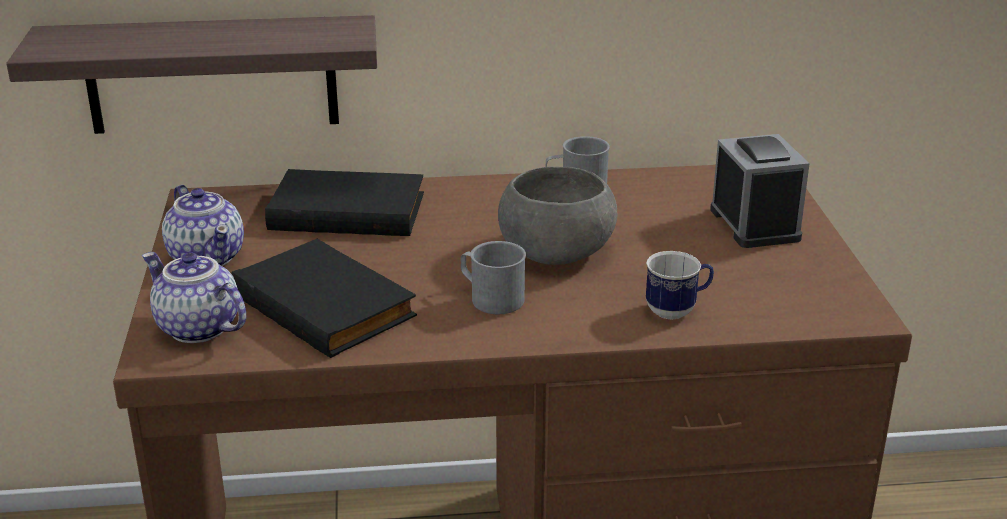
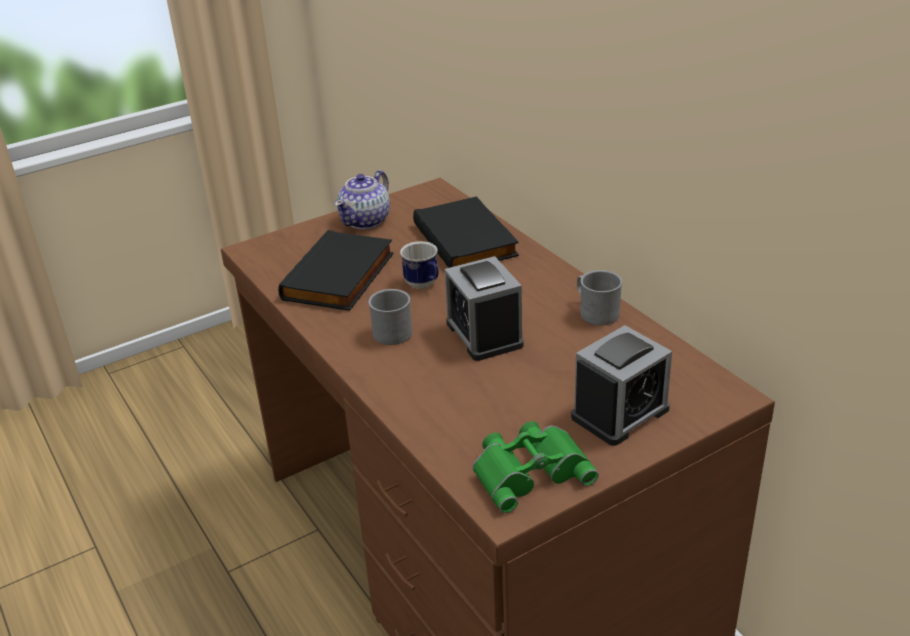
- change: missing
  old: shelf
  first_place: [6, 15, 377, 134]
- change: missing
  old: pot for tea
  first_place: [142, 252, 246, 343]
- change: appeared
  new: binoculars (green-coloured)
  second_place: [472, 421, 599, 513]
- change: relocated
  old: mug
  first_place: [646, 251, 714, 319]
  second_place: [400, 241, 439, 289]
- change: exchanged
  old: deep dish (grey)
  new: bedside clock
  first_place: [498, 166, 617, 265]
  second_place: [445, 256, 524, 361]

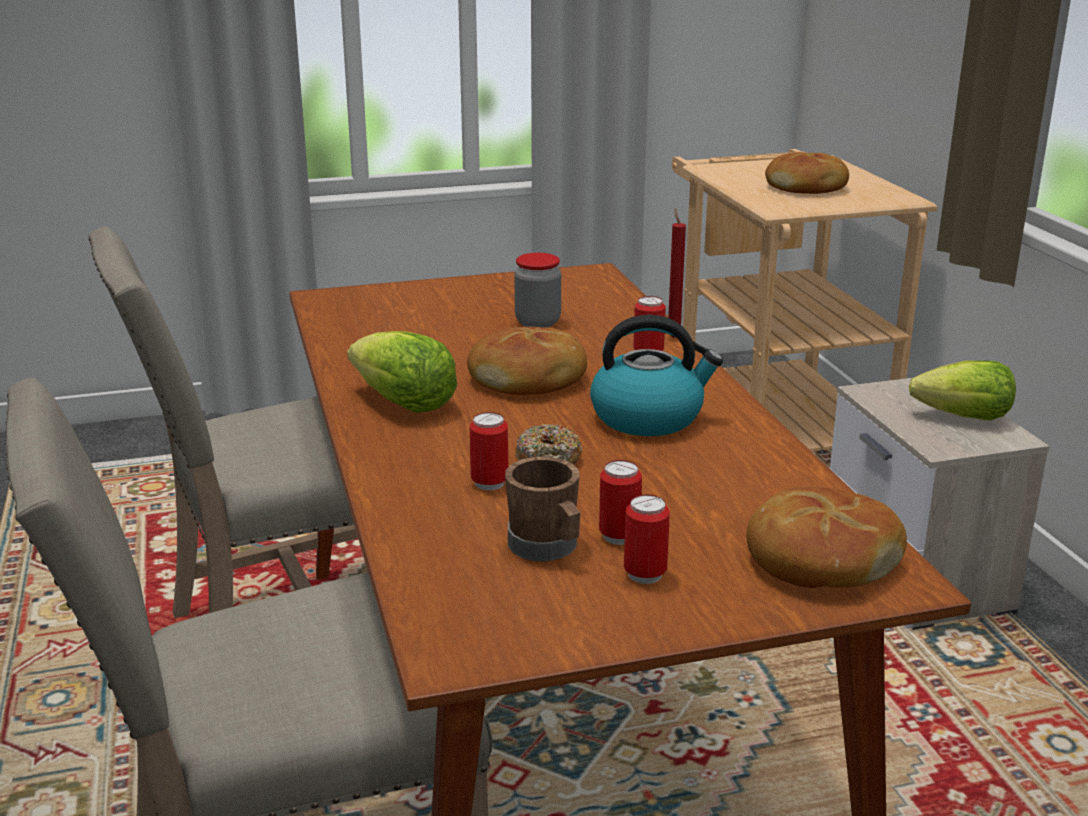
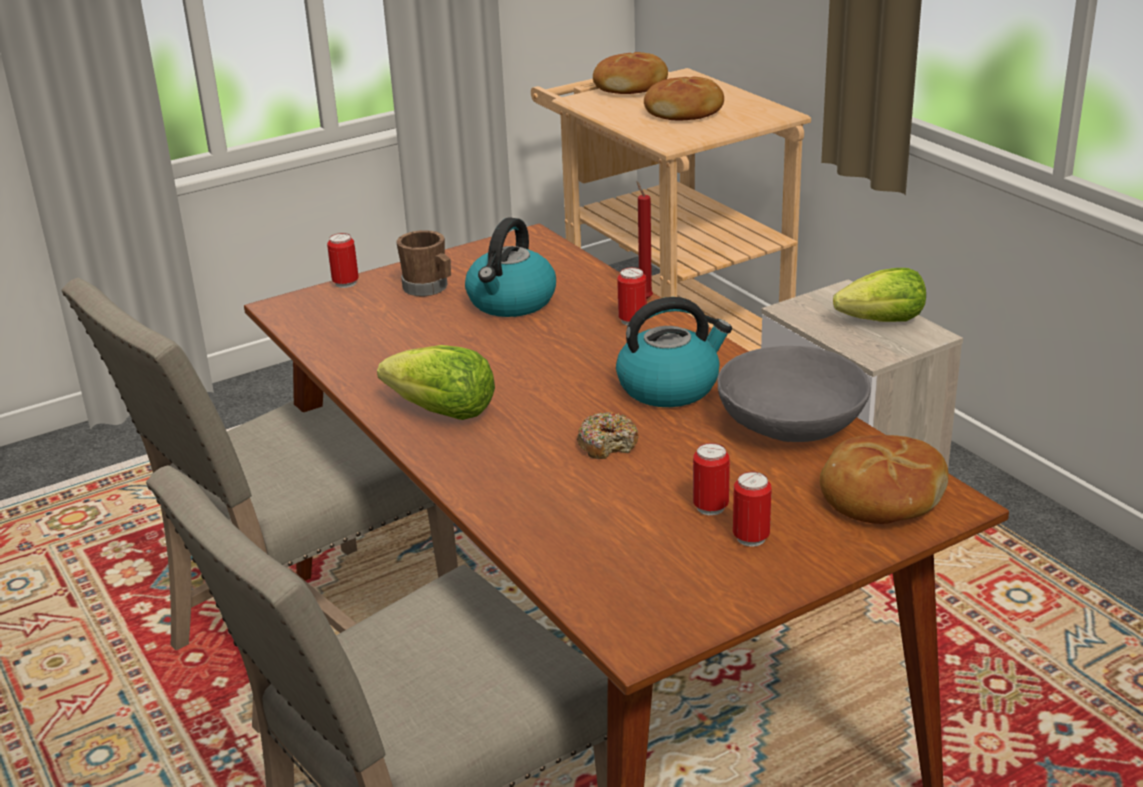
- change: appeared
  new: deep dish (grey)
  second_place: [717, 346, 871, 442]
- change: relocated
  old: bakery bread
  first_place: [467, 327, 587, 395]
  second_place: [593, 52, 668, 94]
- change: relocated
  old: can
  first_place: [469, 412, 508, 490]
  second_place: [327, 233, 359, 288]
- change: relocated
  old: mug (brown-coloured)
  first_place: [505, 457, 580, 561]
  second_place: [396, 230, 451, 296]
- change: exchanged
  old: jar
  new: water kettle
  first_place: [514, 253, 561, 328]
  second_place: [465, 217, 556, 317]

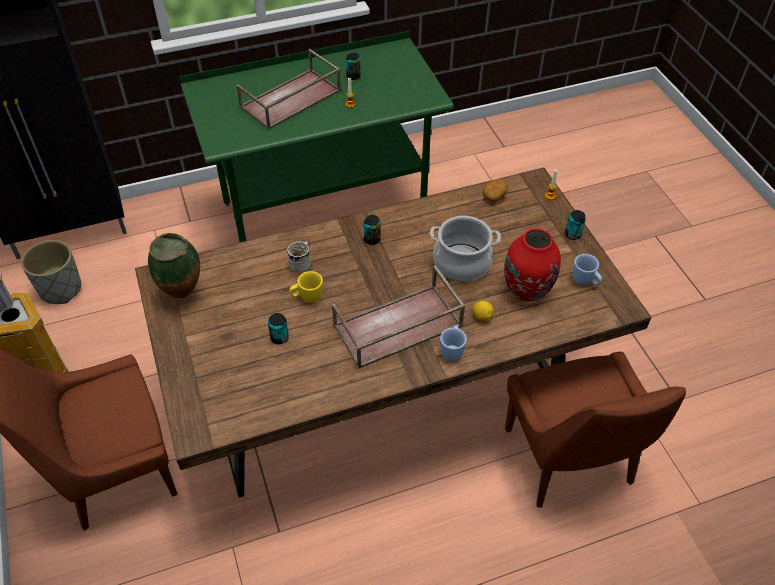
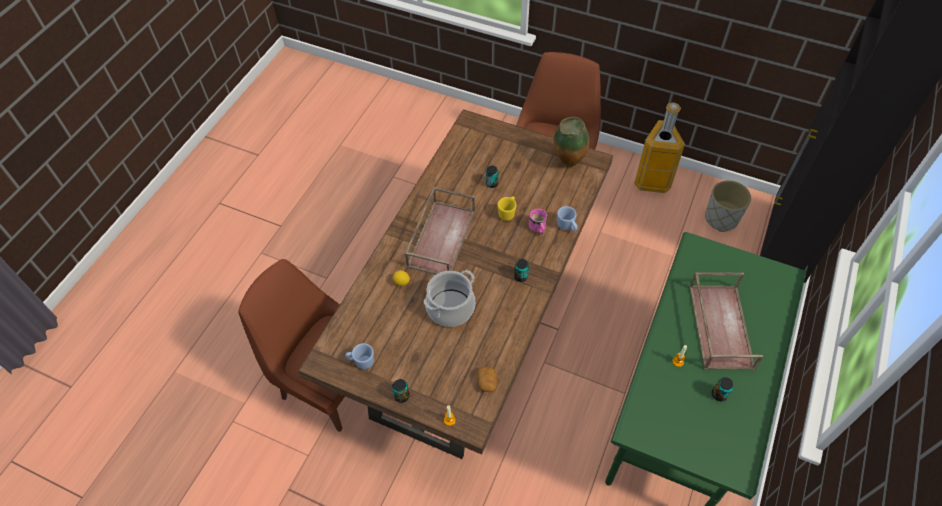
- change: missing
  old: vase (reddish)
  first_place: [504, 228, 561, 301]
- change: relocated
  old: mug (blue-coloured)
  first_place: [440, 325, 467, 361]
  second_place: [557, 206, 577, 231]
- change: colour
  old: mug (whitish)
  new: mug (pink)
  first_place: [287, 241, 311, 272]
  second_place: [529, 208, 547, 234]

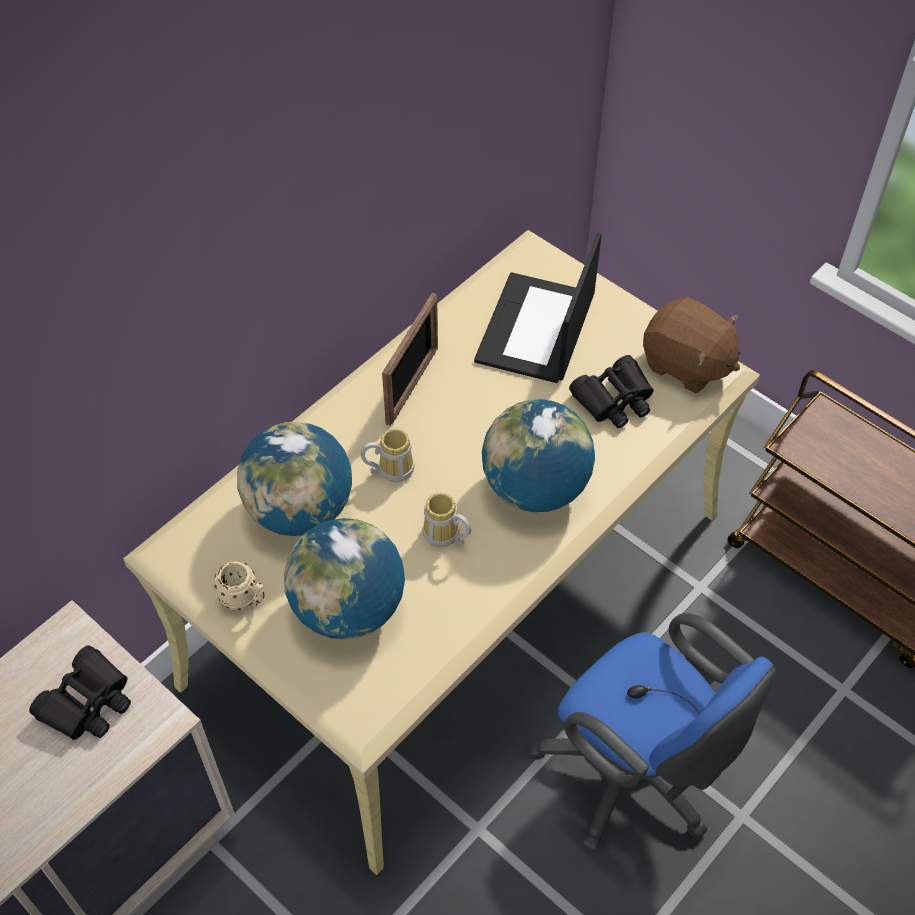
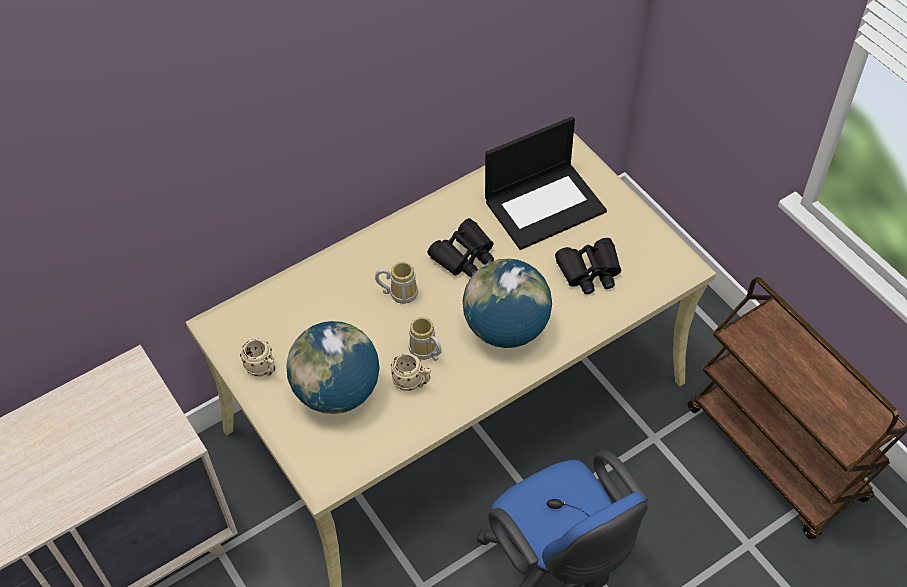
- change: missing
  old: world globe
  first_place: [237, 421, 352, 536]
- change: missing
  old: picture frame
  first_place: [382, 293, 438, 426]
- change: missing
  old: plush toy (brown-coloured)
  first_place: [643, 297, 740, 393]
- change: appeared
  new: mug (beige-coloured)
  second_place: [391, 353, 431, 391]
- change: relocated
  old: binoculars (black-coloured)
  first_place: [29, 645, 131, 740]
  second_place: [427, 218, 494, 277]
- change: spun
  old: laptop
  first_place: [474, 232, 602, 383]
  second_place: [485, 116, 607, 250]
  degrees: -150

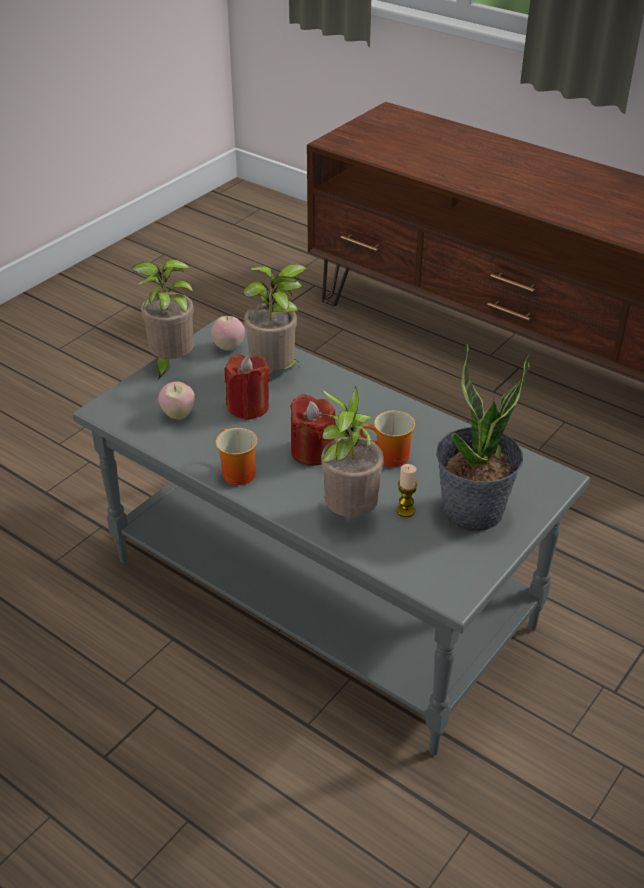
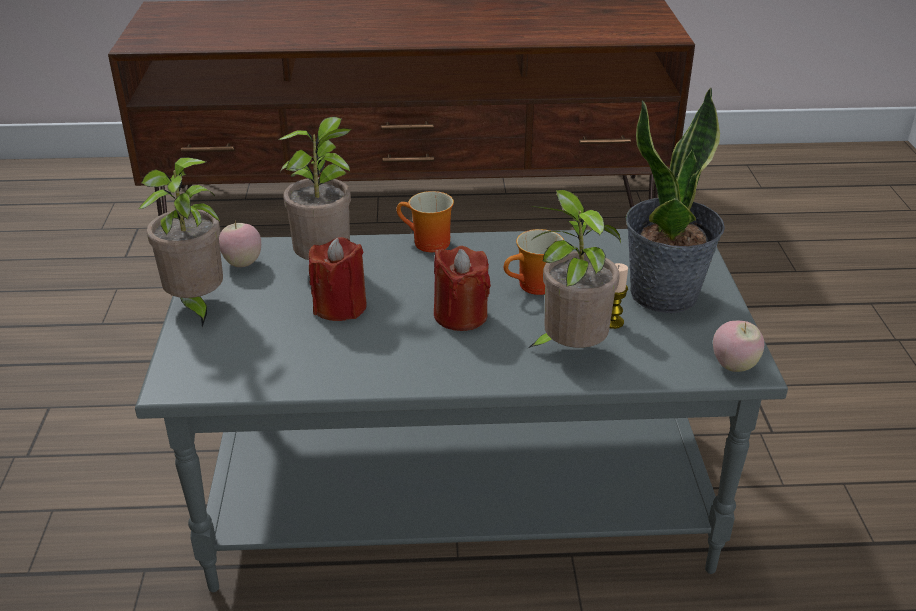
- change: relocated
  old: apple
  first_place: [158, 382, 195, 419]
  second_place: [713, 321, 764, 372]
- change: relocated
  old: mug
  first_place: [215, 428, 258, 485]
  second_place: [397, 191, 454, 252]

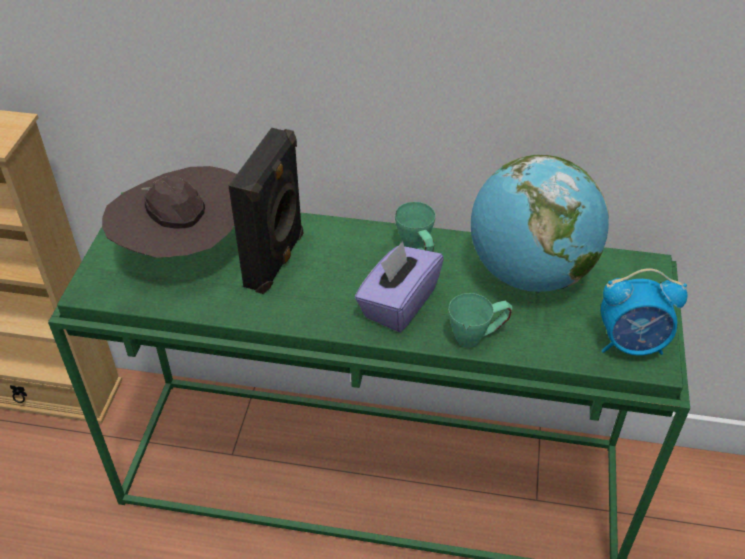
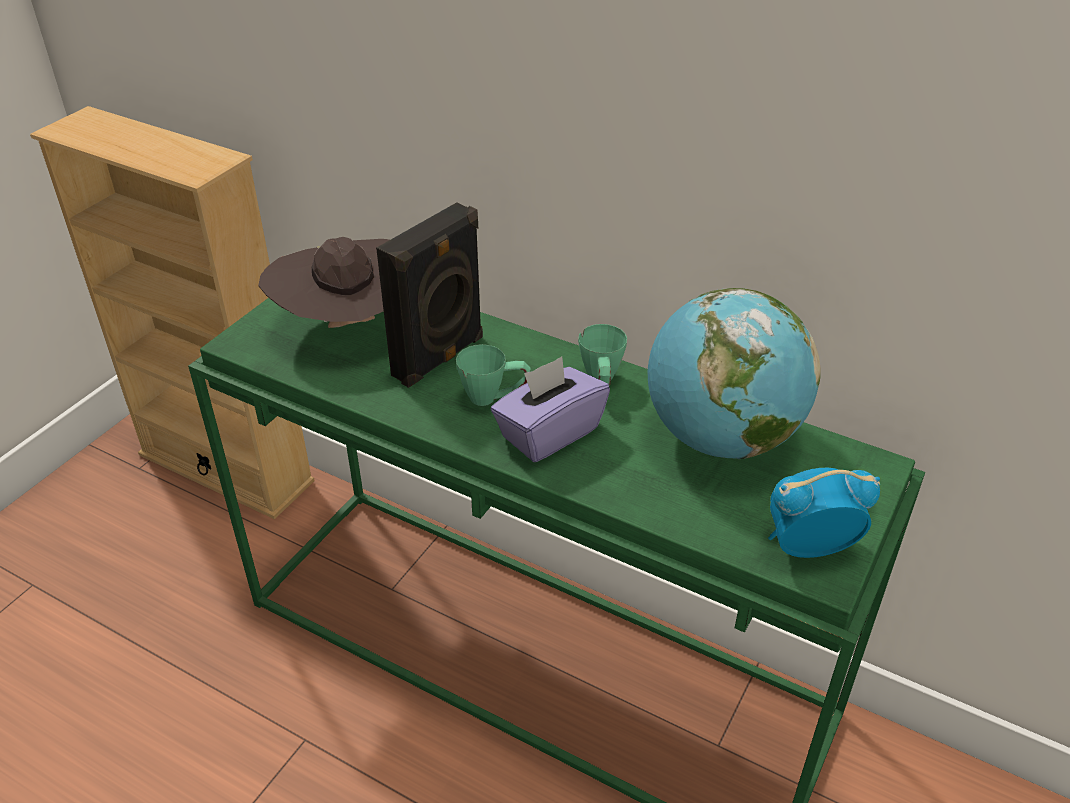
- change: relocated
  old: mug (green-coloured)
  first_place: [448, 293, 512, 348]
  second_place: [456, 344, 531, 406]
- change: spun
  old: bedside clock
  first_place: [601, 268, 687, 356]
  second_place: [768, 468, 880, 558]
  degrees: 150

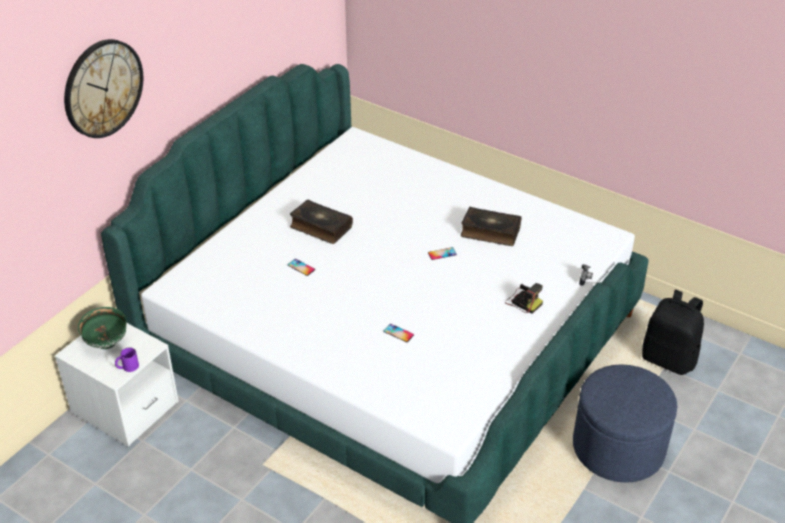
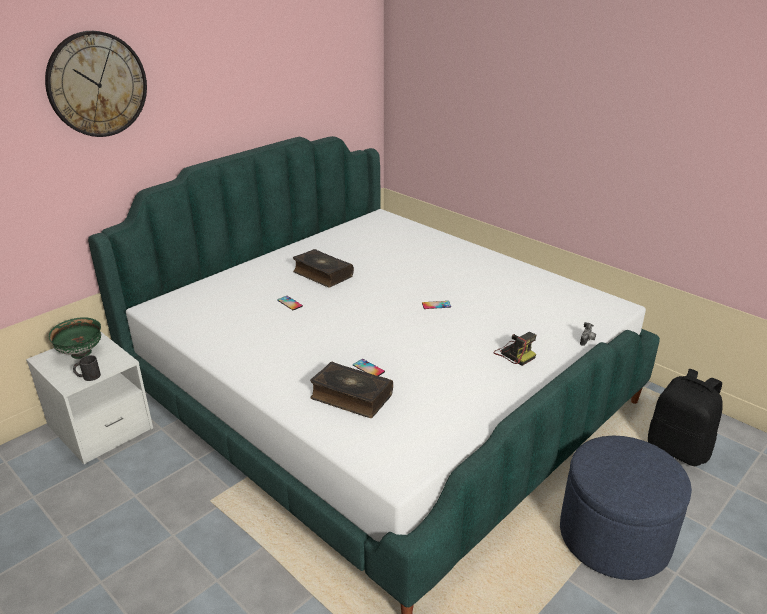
- change: relocated
  old: bound book
  first_place: [461, 207, 521, 246]
  second_place: [310, 362, 393, 418]
- change: colour
  old: mug (purple)
  new: mug (black-coloured)
  first_place: [115, 347, 139, 372]
  second_place: [73, 355, 101, 381]

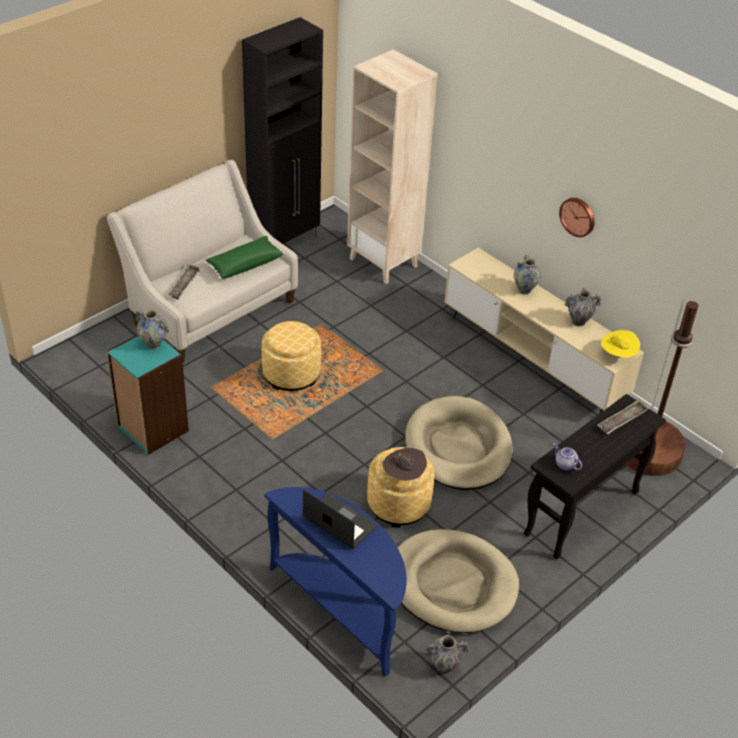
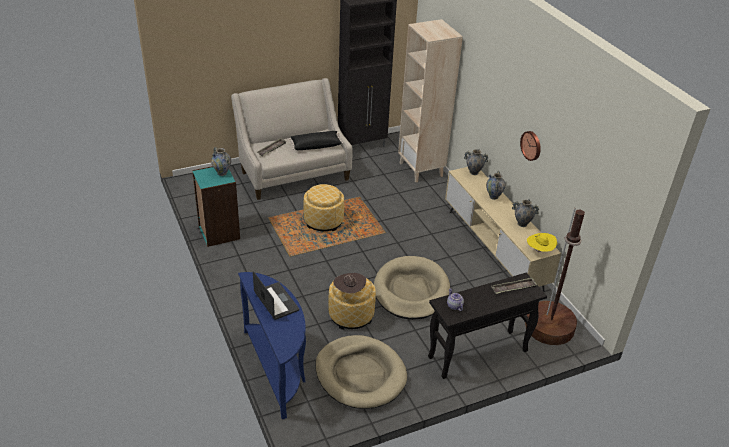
- change: relocated
  old: vase
  first_place: [425, 631, 469, 675]
  second_place: [464, 149, 488, 175]
- change: colour
  old: cushion (green-coloured)
  new: cushion (black-coloured)
  first_place: [205, 236, 285, 279]
  second_place: [289, 131, 343, 150]

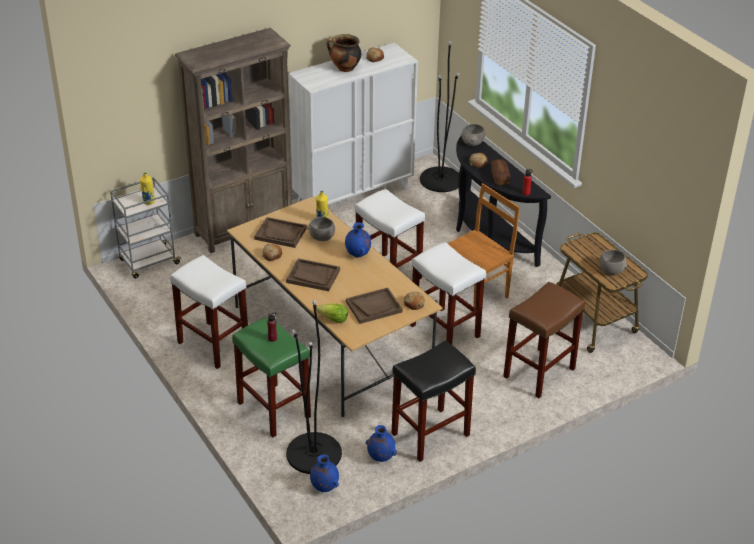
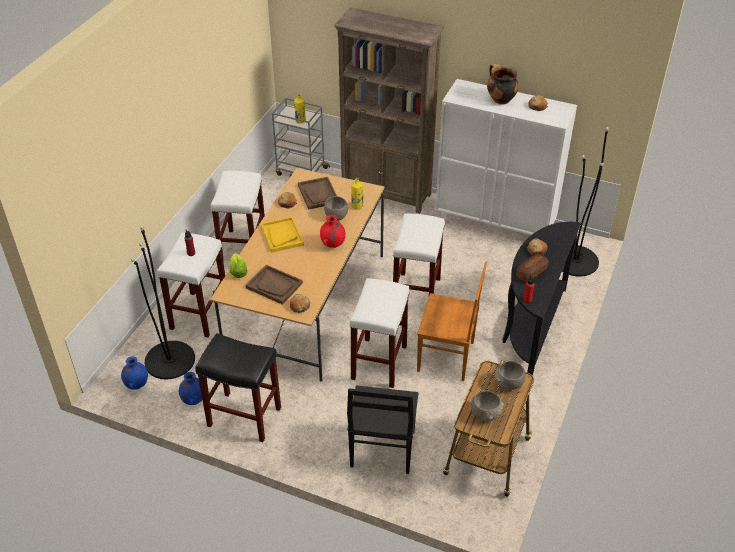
- change: relocated
  old: deep dish (grey)
  first_place: [461, 124, 485, 146]
  second_place: [495, 361, 526, 390]
- change: exchanged
  old: stool seat (brown-coloured)
  new: plain chair (black-coloured)
  first_place: [503, 282, 585, 398]
  second_place: [347, 385, 419, 474]
- change: colour
  old: stool seat (green-coloured)
  new: stool seat (whitish)
  first_place: [232, 317, 311, 438]
  second_place: [157, 233, 225, 338]
- change: colour
  old: tray (brown-coloured)
  new: tray (yellow-coloured)
  first_place: [286, 258, 340, 291]
  second_place: [261, 217, 304, 253]
- change: colour
  old: vase (blue-coloured)
  new: vase (reddish)
  first_place: [345, 222, 371, 257]
  second_place: [320, 215, 346, 248]

